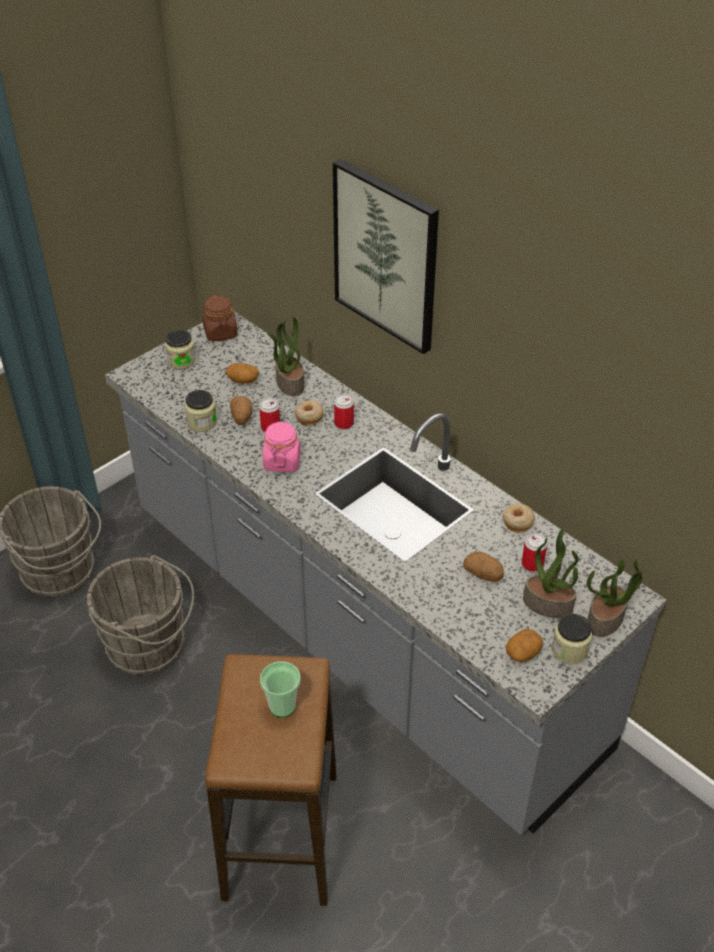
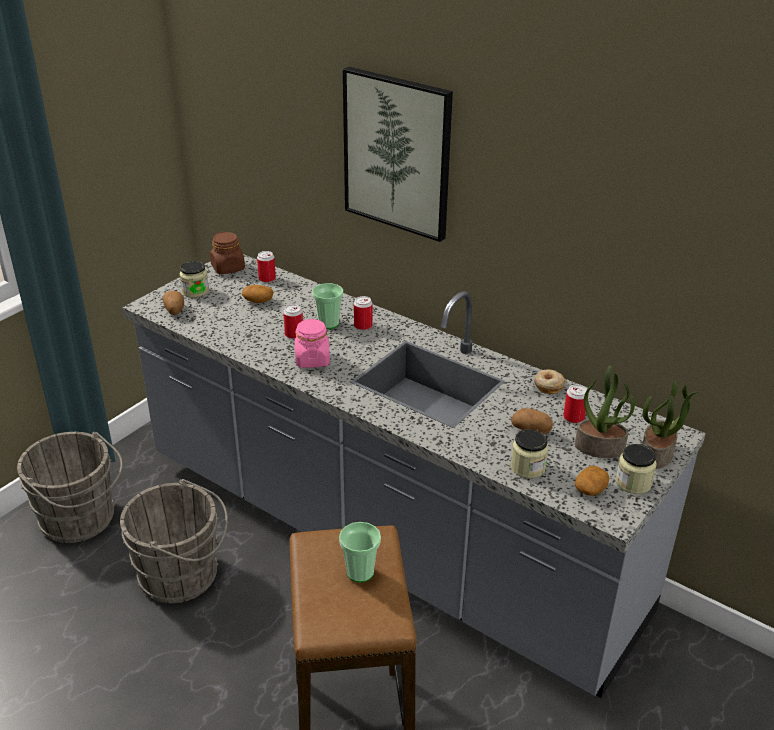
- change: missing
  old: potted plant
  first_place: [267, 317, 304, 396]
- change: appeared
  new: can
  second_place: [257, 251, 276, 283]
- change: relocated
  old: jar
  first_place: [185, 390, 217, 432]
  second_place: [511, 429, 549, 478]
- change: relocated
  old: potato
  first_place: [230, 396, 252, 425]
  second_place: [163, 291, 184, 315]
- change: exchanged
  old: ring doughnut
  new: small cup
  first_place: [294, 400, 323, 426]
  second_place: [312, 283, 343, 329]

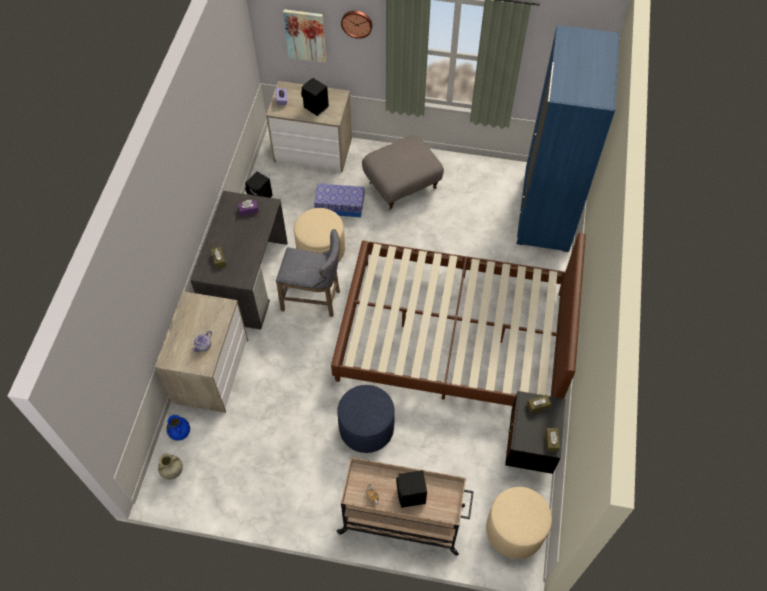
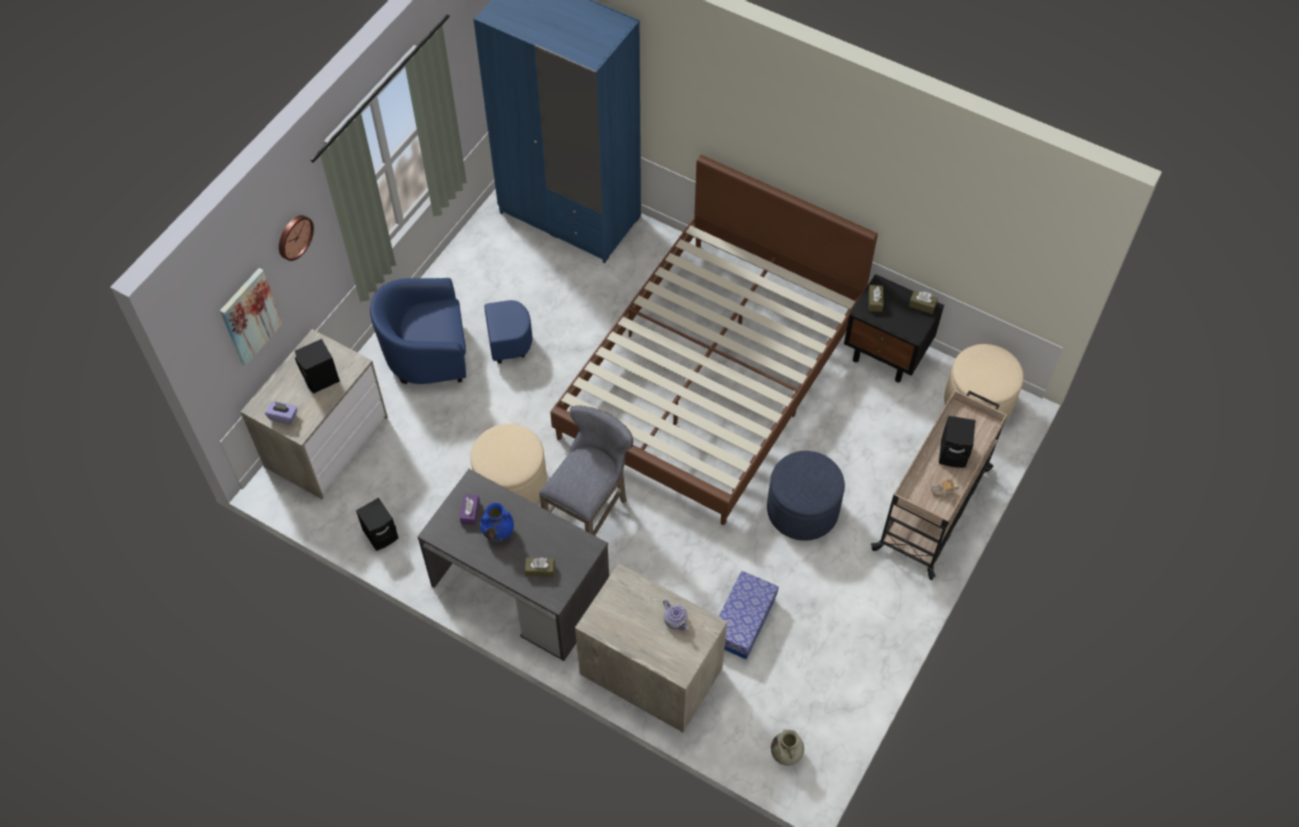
- change: relocated
  old: vase (blue-coloured)
  first_place: [166, 415, 190, 441]
  second_place: [480, 503, 514, 542]
- change: relocated
  old: storage container
  first_place: [314, 183, 365, 217]
  second_place: [719, 570, 779, 660]
- change: exchanged
  old: footrest (grey)
  new: lounge chair (blue-coloured)
  first_place: [362, 135, 444, 210]
  second_place: [370, 278, 532, 384]

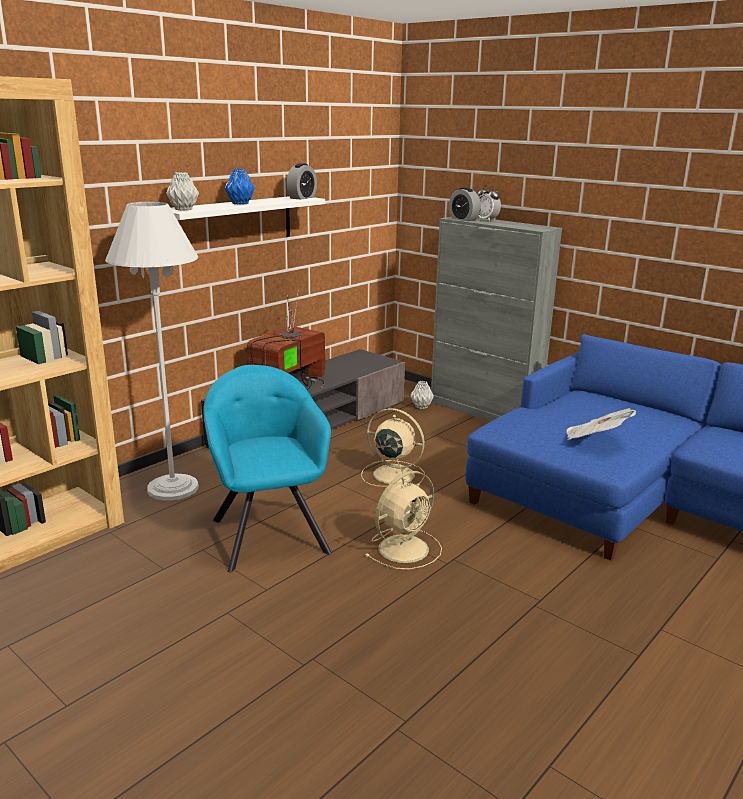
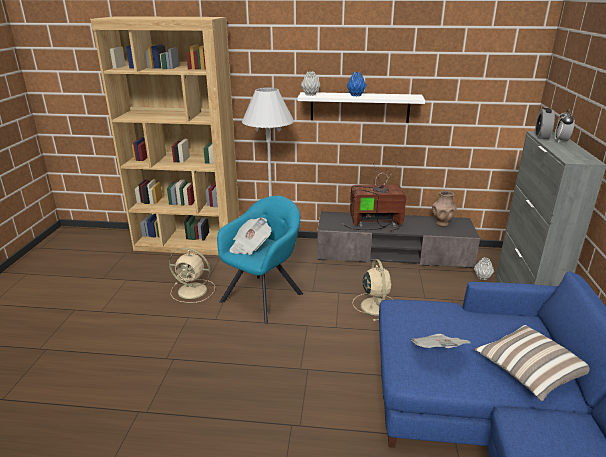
- change: missing
  old: bedside clock
  first_place: [287, 163, 317, 200]
- change: appeared
  new: daily paper
  second_place: [229, 218, 271, 255]
- change: appeared
  new: vase (brown-coloured)
  second_place: [432, 191, 456, 227]
- change: appeared
  new: cushion
  second_place: [475, 325, 590, 401]
- change: relocated
  old: fan (beige-coloured)
  first_place: [364, 471, 442, 570]
  second_place: [169, 247, 215, 303]

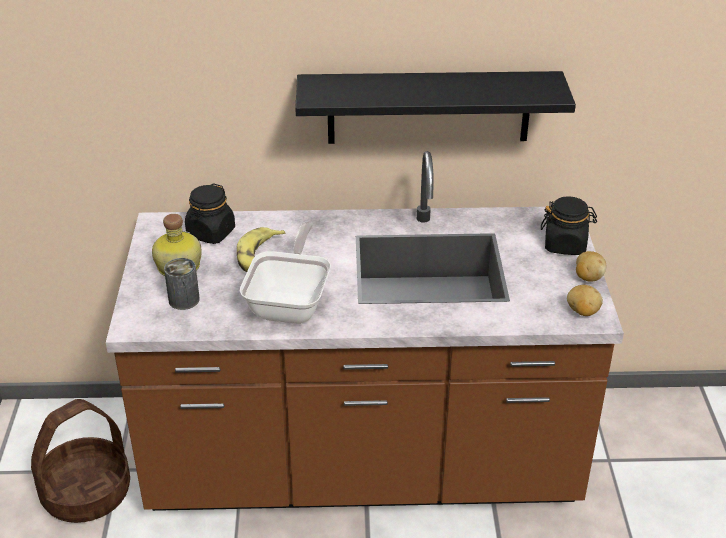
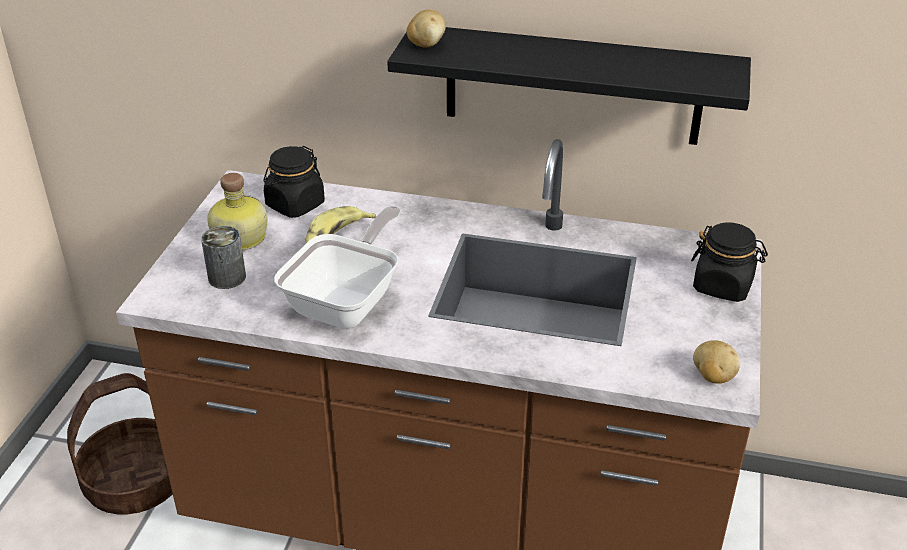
- change: relocated
  old: potato
  first_place: [576, 251, 606, 282]
  second_place: [406, 10, 446, 48]

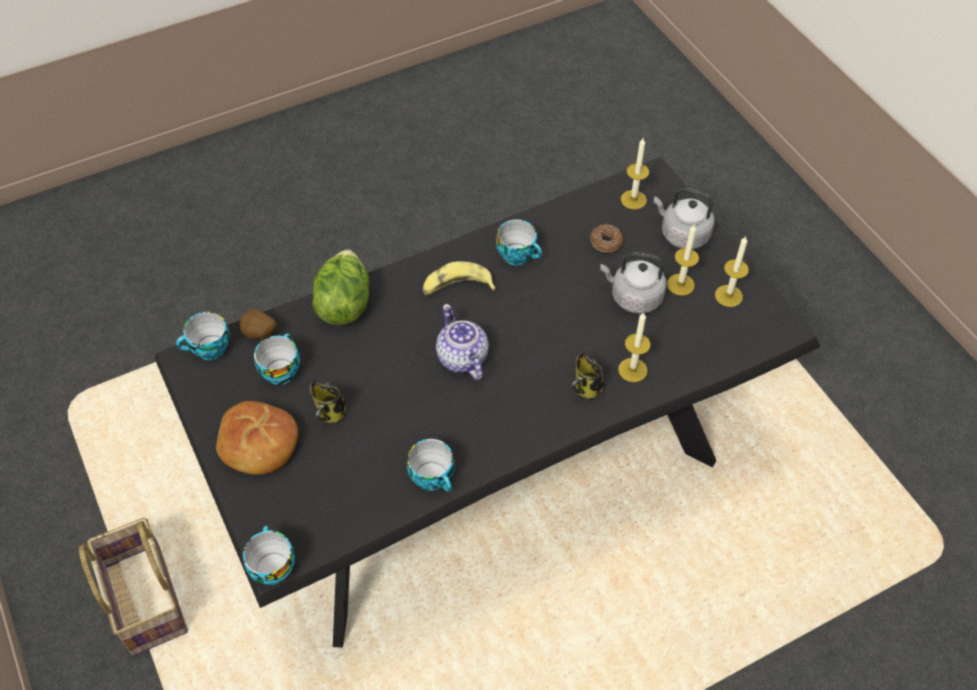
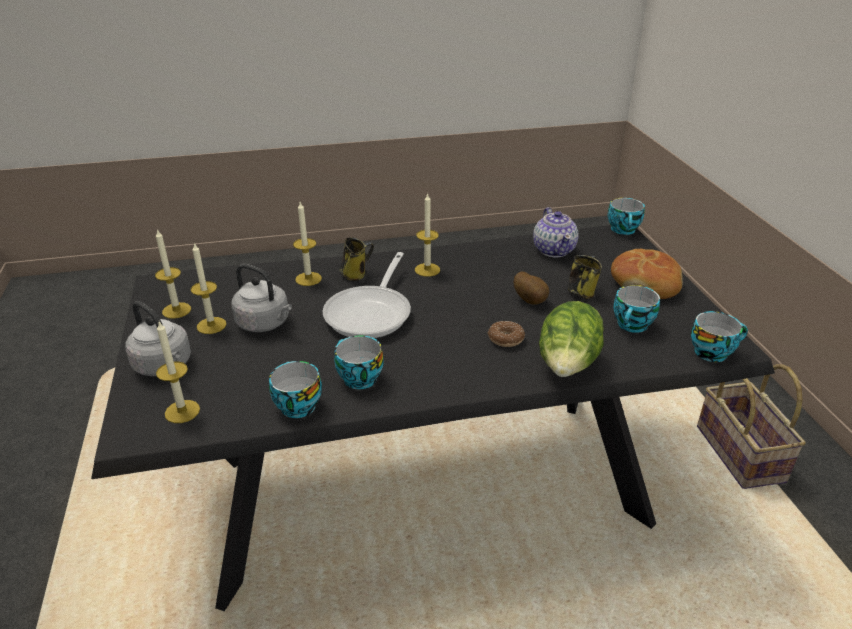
- change: missing
  old: banana
  first_place: [423, 261, 496, 295]
- change: appeared
  new: skillet
  second_place: [322, 252, 411, 338]
- change: appeared
  new: wax light
  second_place: [415, 193, 440, 277]
- change: relocated
  old: potato
  first_place: [240, 309, 277, 339]
  second_place: [513, 272, 549, 305]
- change: relocated
  old: small cup
  first_place: [407, 439, 455, 491]
  second_place: [269, 361, 322, 418]
- change: relocated
  old: pot for tea
  first_place: [436, 304, 489, 380]
  second_place: [533, 207, 579, 257]
- change: relocated
  old: ring doughnut
  first_place: [590, 224, 623, 253]
  second_place: [488, 321, 525, 347]

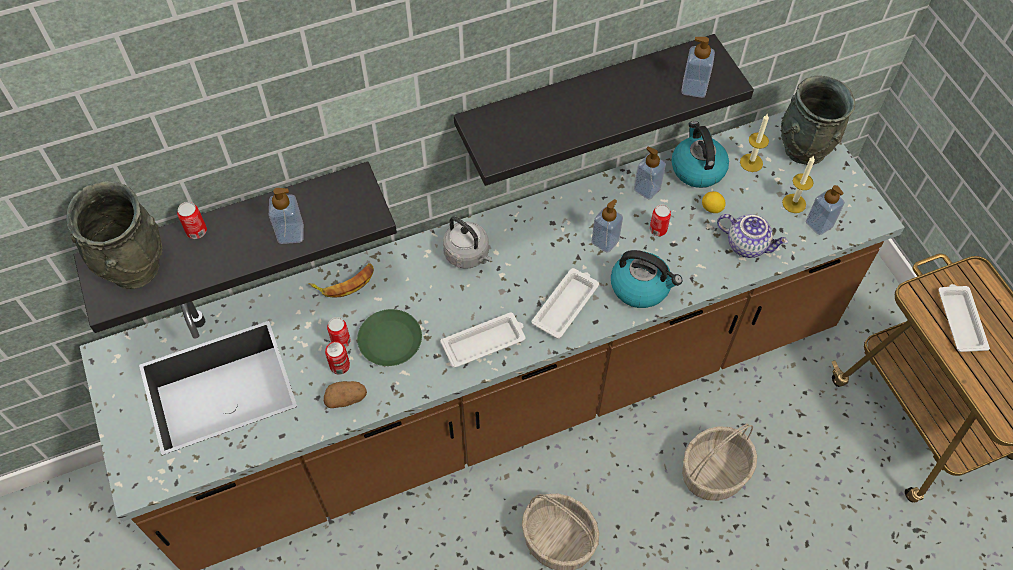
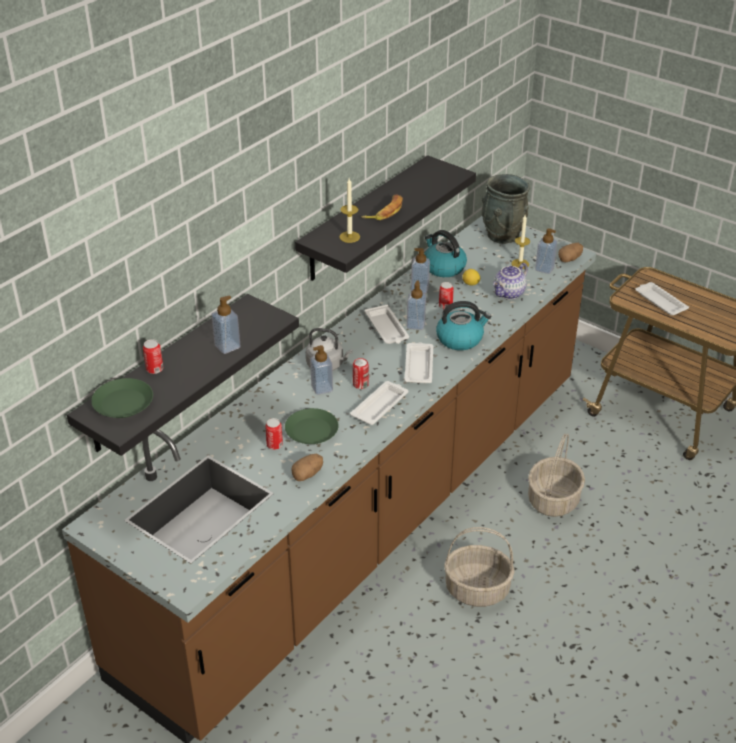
- change: appeared
  new: tray (whitish)
  second_place: [365, 304, 409, 344]
- change: appeared
  new: potato
  second_place: [558, 243, 583, 262]
- change: relocated
  old: banana
  first_place: [308, 263, 374, 298]
  second_place: [361, 194, 403, 220]
- change: relocated
  old: can
  first_place: [325, 341, 350, 375]
  second_place: [353, 358, 369, 389]
- change: relocated
  old: soap dispenser
  first_place: [681, 37, 715, 98]
  second_place: [310, 345, 333, 395]
- change: relocated
  old: wax light
  first_place: [740, 113, 769, 172]
  second_place: [339, 178, 360, 243]
- change: exchanged
  old: vase (grey)
  new: flat dish (green-coloured)
  first_place: [66, 181, 163, 289]
  second_place: [91, 378, 153, 418]
- change: spun
  old: pot for tea
  first_place: [717, 214, 788, 258]
  second_place: [493, 263, 528, 299]
  degrees: 135

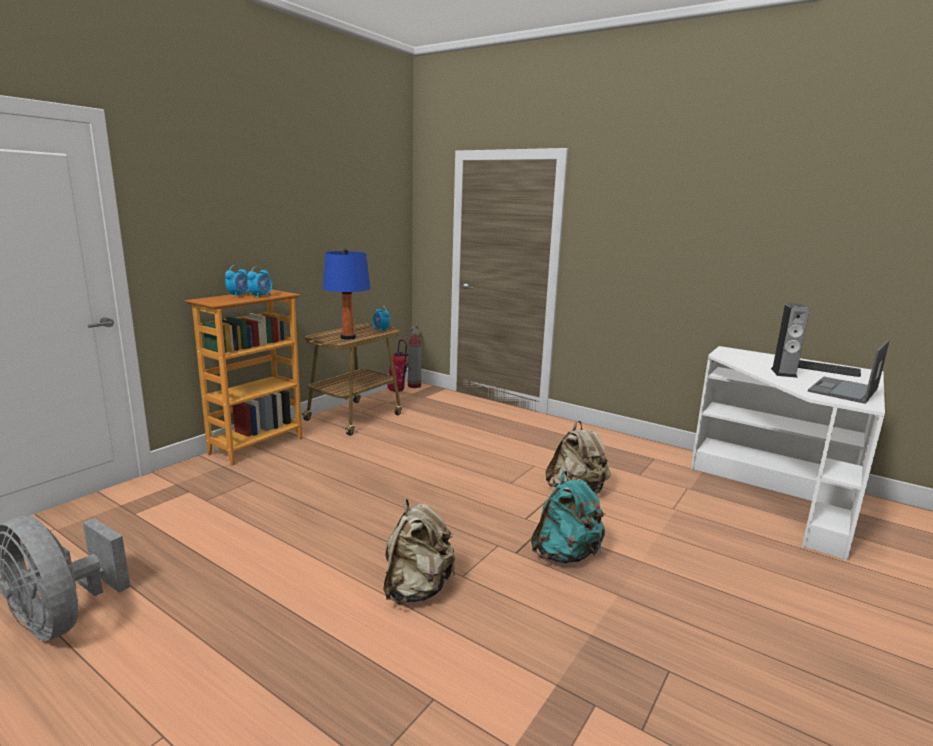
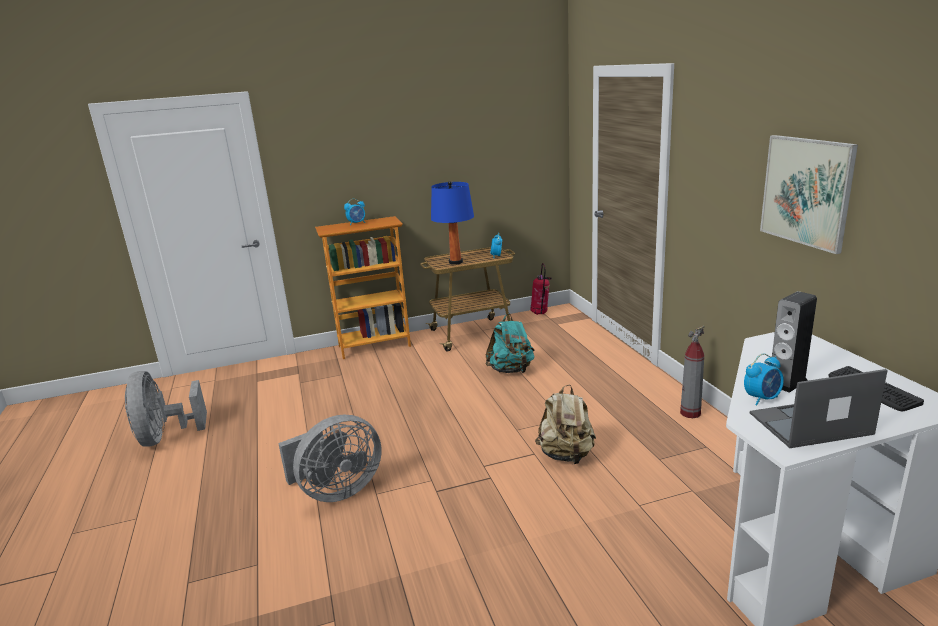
- change: appeared
  new: wall picture
  second_place: [760, 135, 858, 254]
- change: relocated
  old: bedside clock
  first_place: [247, 266, 272, 298]
  second_place: [744, 353, 784, 405]
- change: relocated
  old: fire extinguisher
  first_place: [408, 324, 421, 388]
  second_place: [680, 326, 705, 418]
- change: relocated
  old: knapsack (turquoise)
  first_place: [531, 471, 605, 563]
  second_place: [485, 314, 535, 373]
- change: exchanged
  old: knapsack (beige-coloured)
  new: fan (grey)
  first_place: [384, 499, 455, 605]
  second_place: [278, 415, 382, 502]

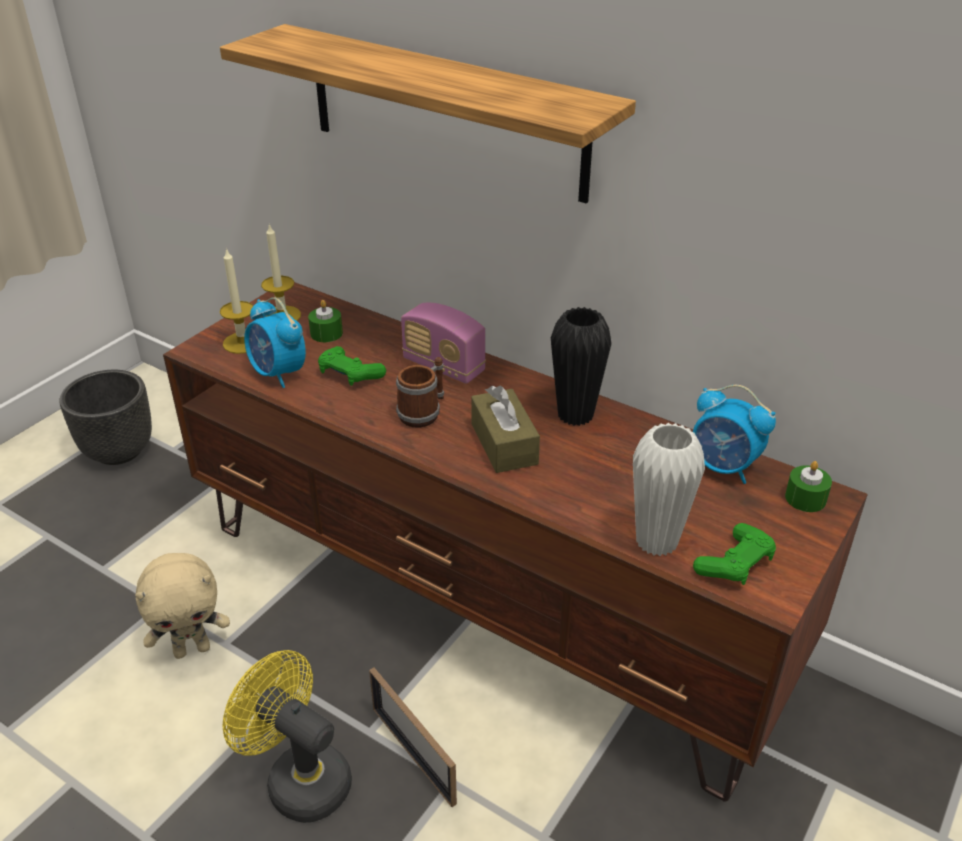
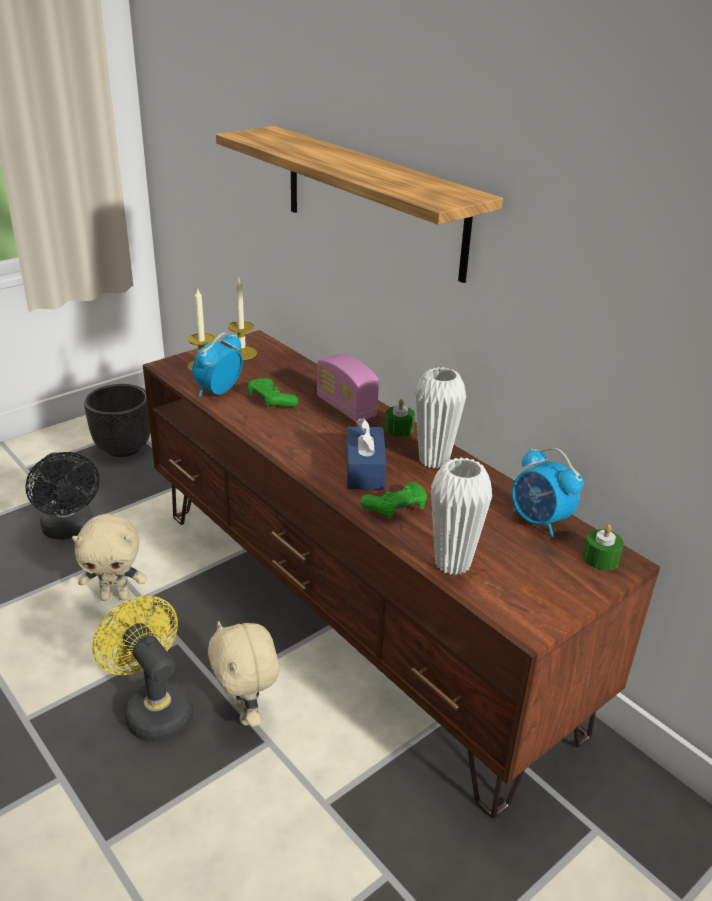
- change: missing
  old: mug
  first_place: [396, 357, 444, 428]
- change: appeared
  new: fan (black-coloured)
  second_place: [26, 452, 100, 540]
- change: relocated
  old: wax light (green-coloured)
  first_place: [308, 300, 343, 342]
  second_place: [385, 399, 415, 437]
- change: relocated
  old: joypad (green-coloured)
  first_place: [693, 523, 776, 585]
  second_place: [360, 482, 427, 519]
- change: exchanged
  old: picture frame
  new: plush toy (beige-coloured)
  first_place: [369, 667, 457, 807]
  second_place: [208, 621, 280, 727]
- change: colour
  old: tissue box (brown-coloured)
  new: tissue box (blue-coloured)
  first_place: [471, 386, 540, 473]
  second_place: [347, 418, 386, 490]
- change: colour
  old: vase (black-coloured)
  new: vase (whitish)
  first_place: [551, 307, 612, 426]
  second_place: [415, 367, 466, 469]
- change: spun
  old: bedside clock
  first_place: [244, 297, 306, 388]
  second_place: [192, 333, 243, 396]
  degrees: 60

